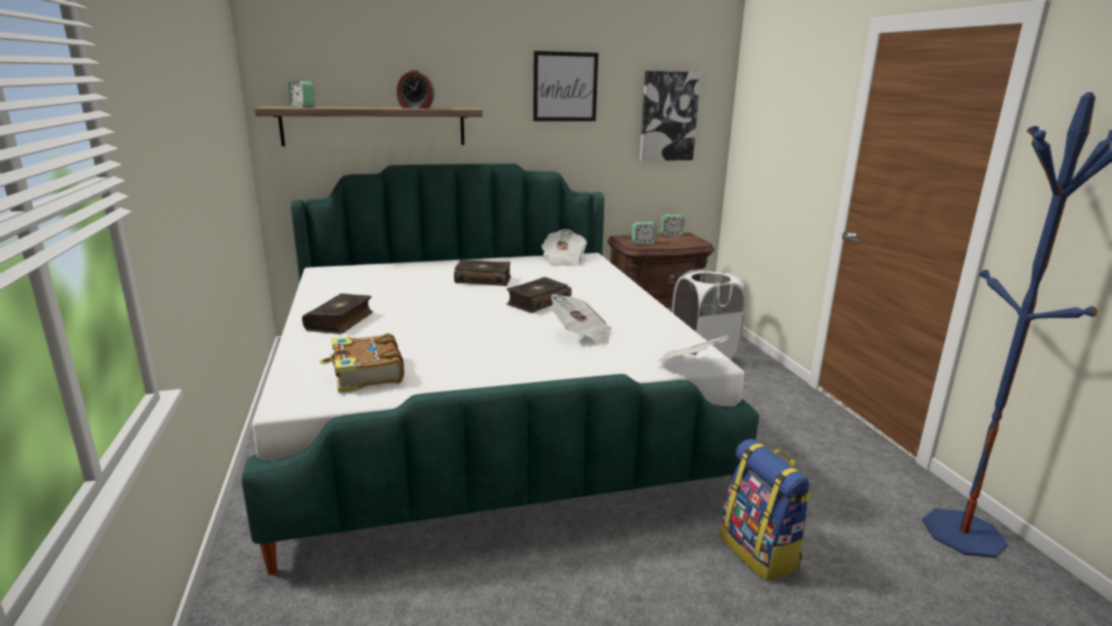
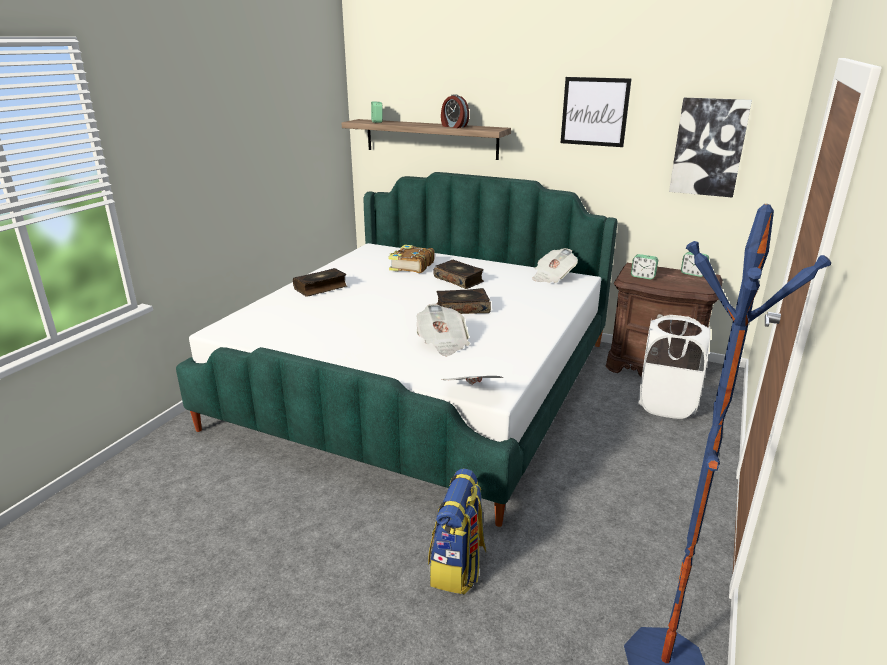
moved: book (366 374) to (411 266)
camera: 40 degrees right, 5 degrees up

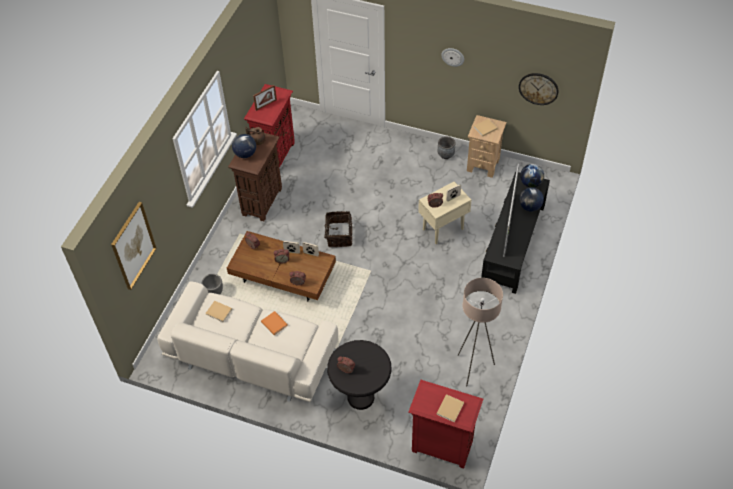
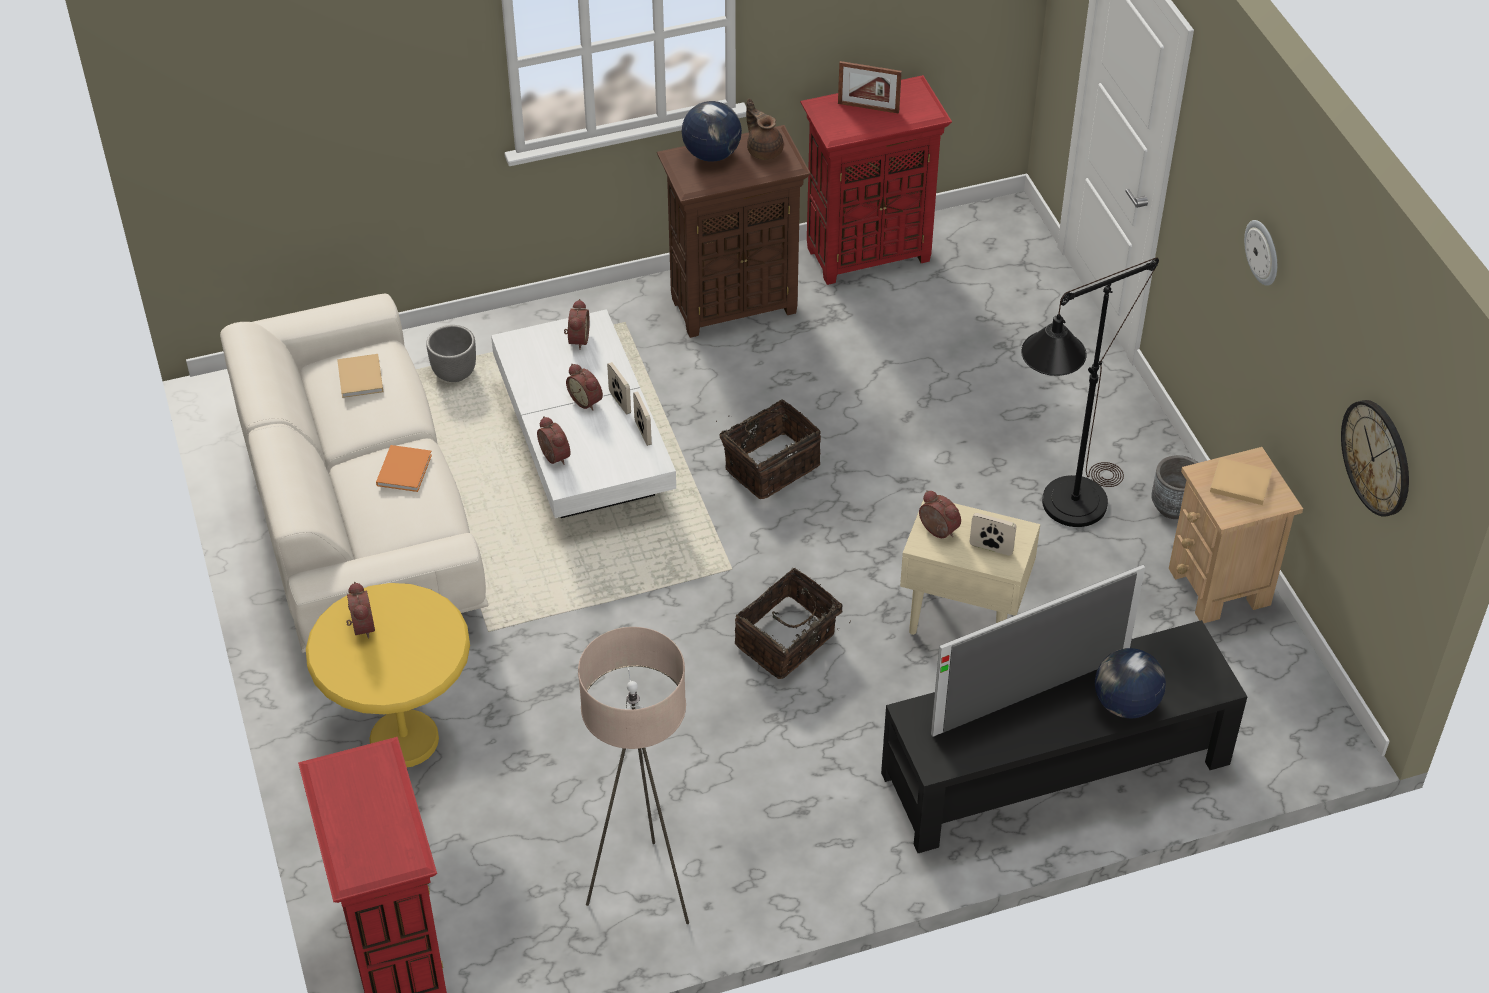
removed: picture (133 246); book in beige (450 408); globe (530 183)
added: basket (787 641); floor lamp in black (1062 513)
recoloured: coffee table in brown (283 277) to coffee table in white (583 447); side table in black (360 397) to side table in yellow (404 740)
camera: 50 degrees right, 5 degrees down

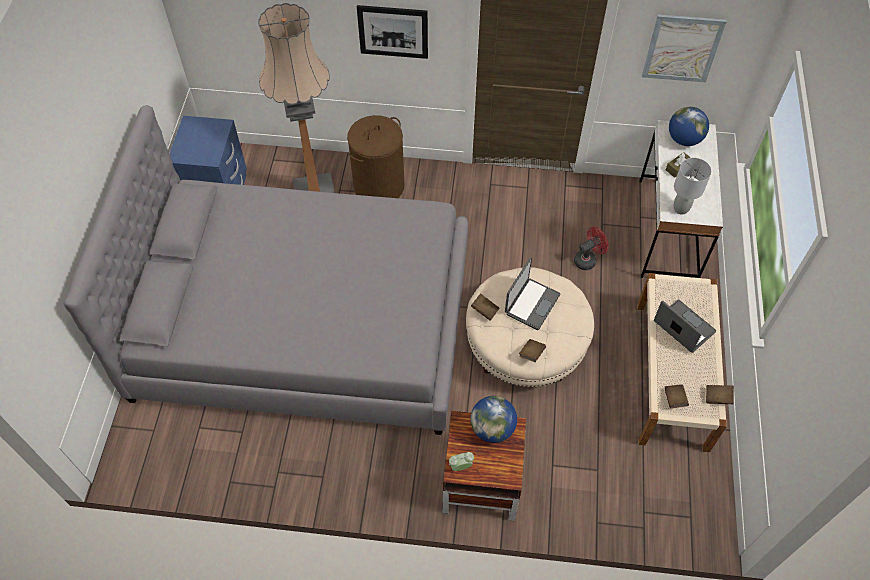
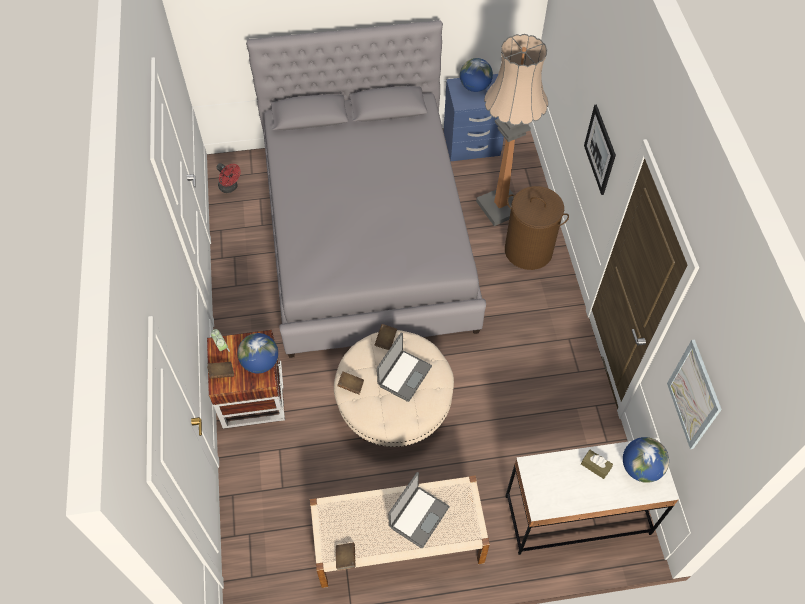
removed: table lamp in grey (680 209)
added: globe (475 87)
moved: fan in red (587 259) to (230 188); book in brown (674 399) to (221 373)
turned: laptop (531 303) = (404 375) 75 degrees counterclockwise
camera: 75 degrees right, 0 degrees up

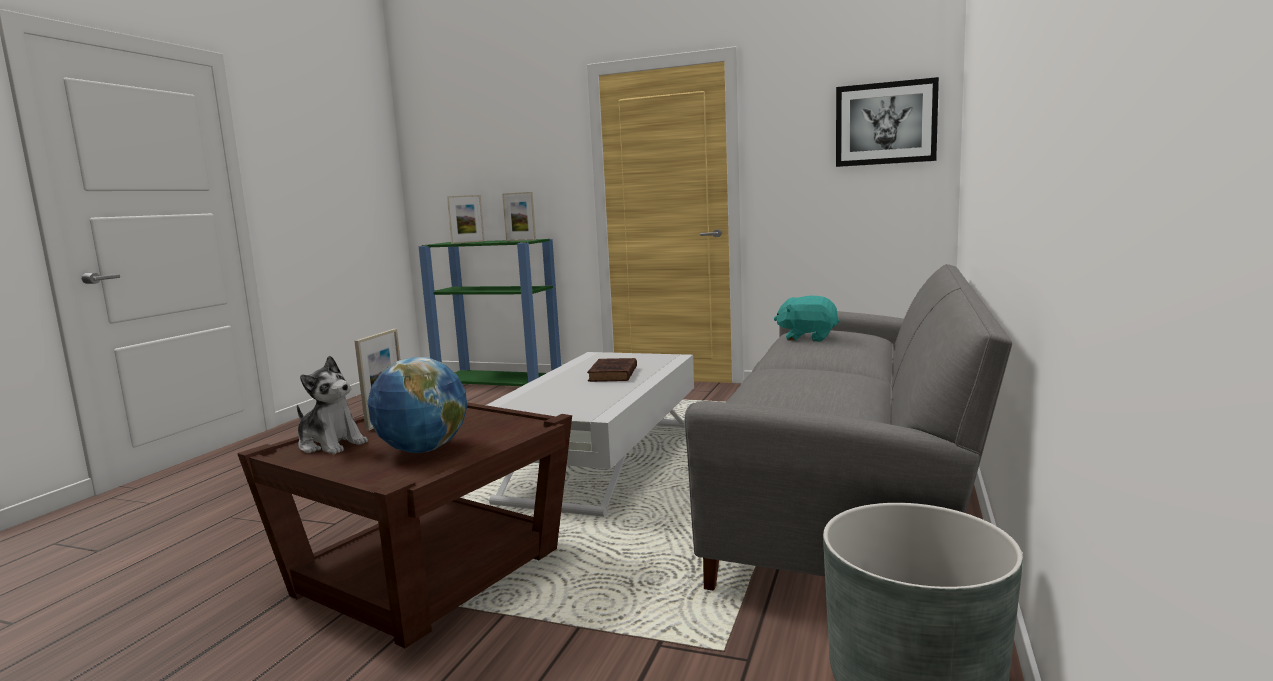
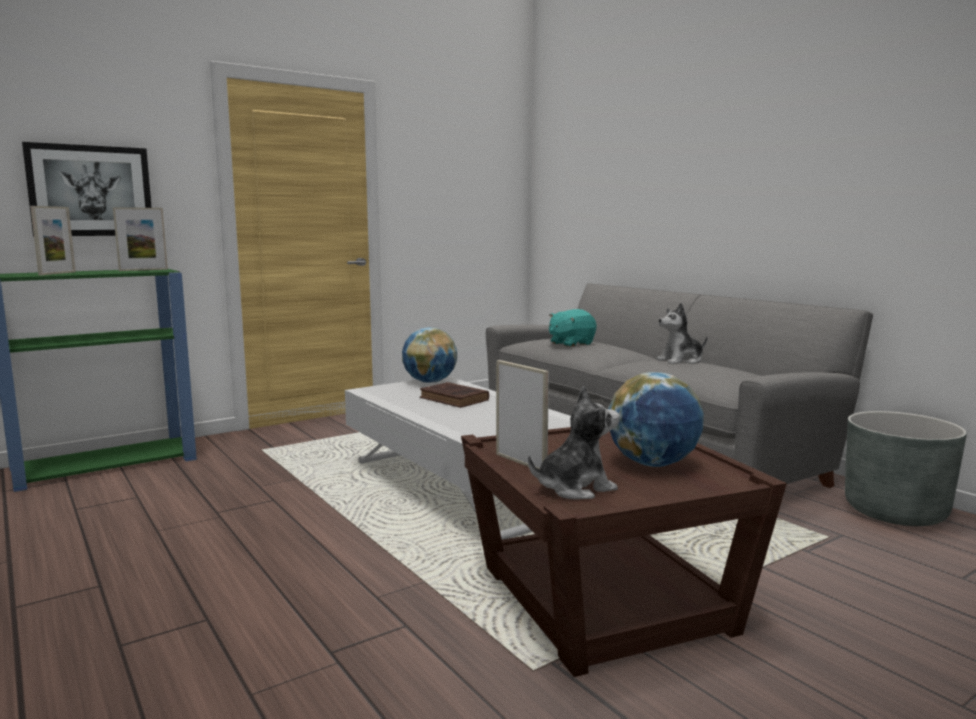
added: globe (430 382); plush toy (681 361)
moved: picture (885 123) to (90 191)
camera: 55 degrees left, 0 degrees up

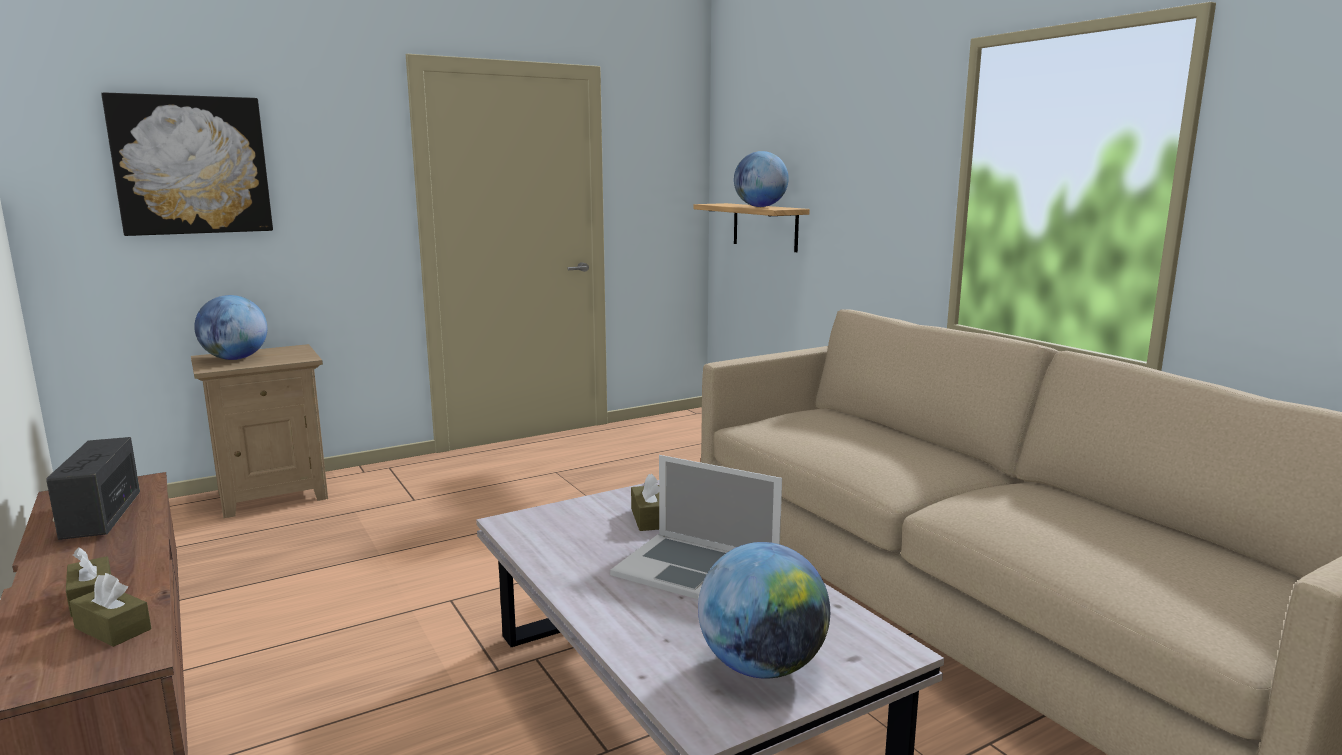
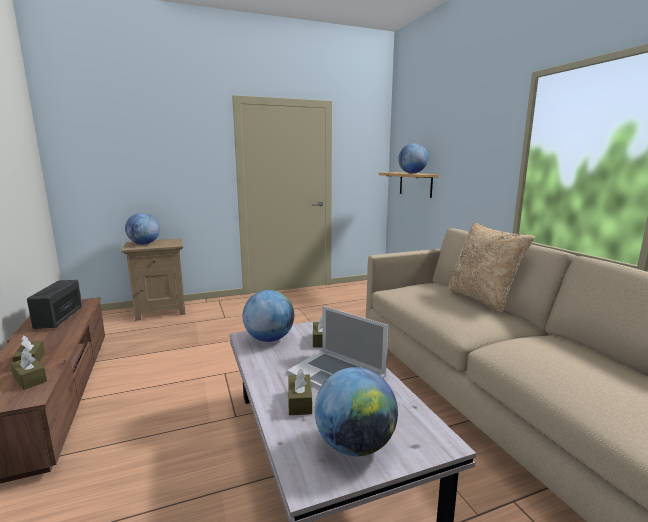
removed: picture (191 165)
added: globe (269 339); tissue box in brown (300 402); pillow in beige (481 301)
camera: 10 degrees right, 0 degrees up

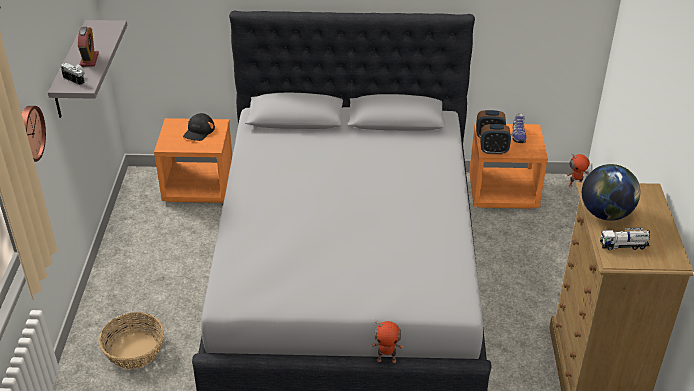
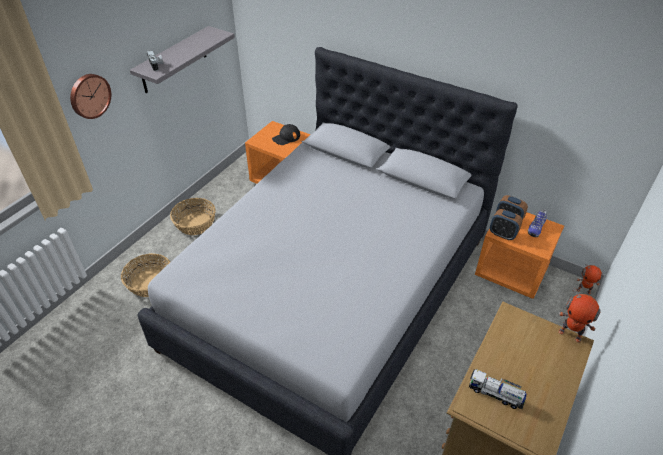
removed: alarm clock (89 59); globe (606 213)
added: basket (195 224)
moved: toy robot (386 359) to (570 334)
camera: 30 degrees right, 5 degrees up

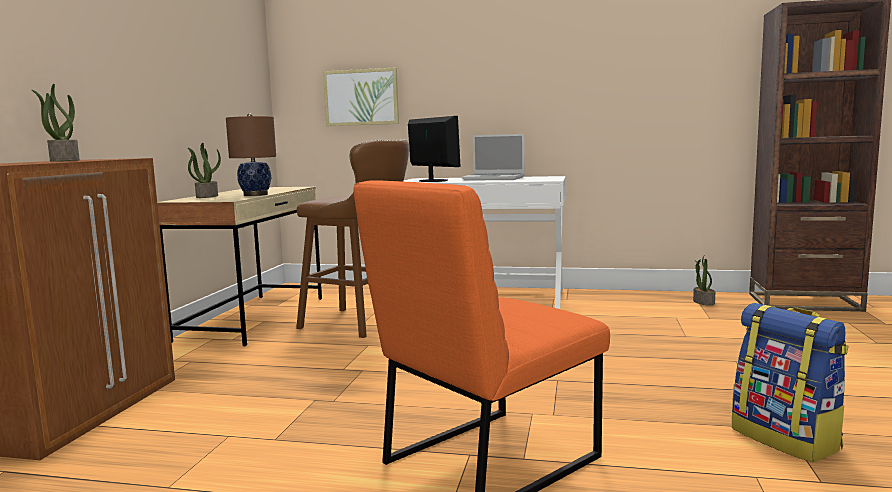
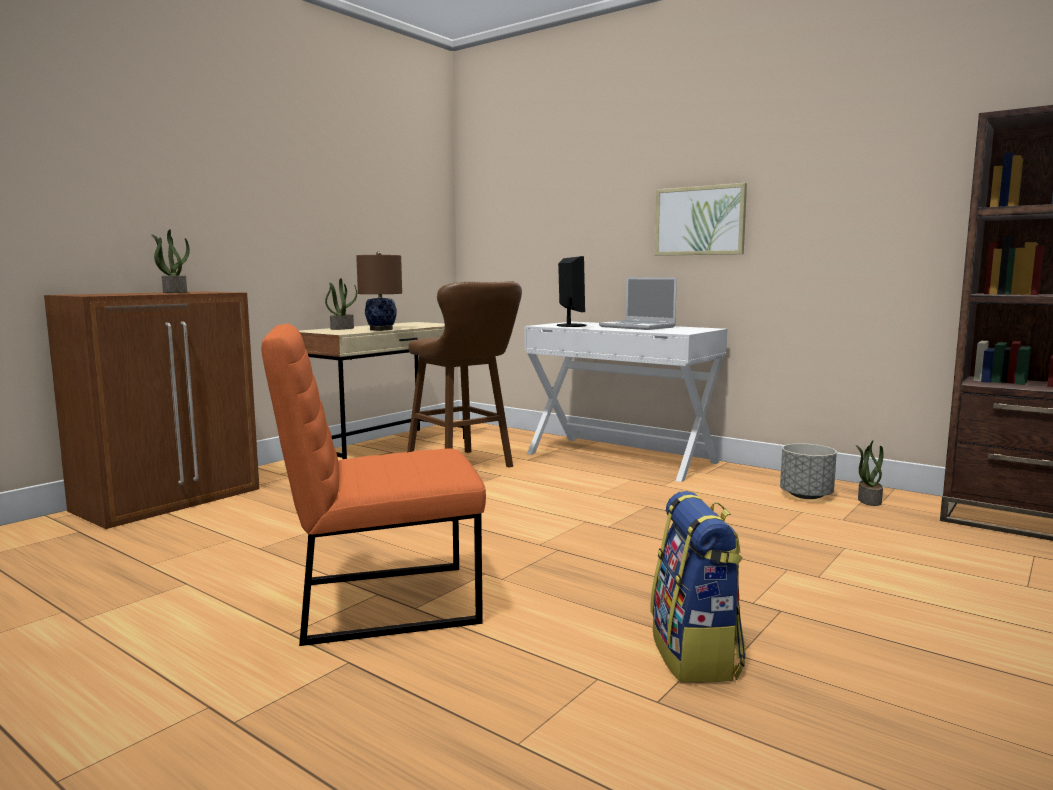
added: planter in grey (806 496)
moved: picture (361 97) to (700 221)
camera: 25 degrees right, 0 degrees up

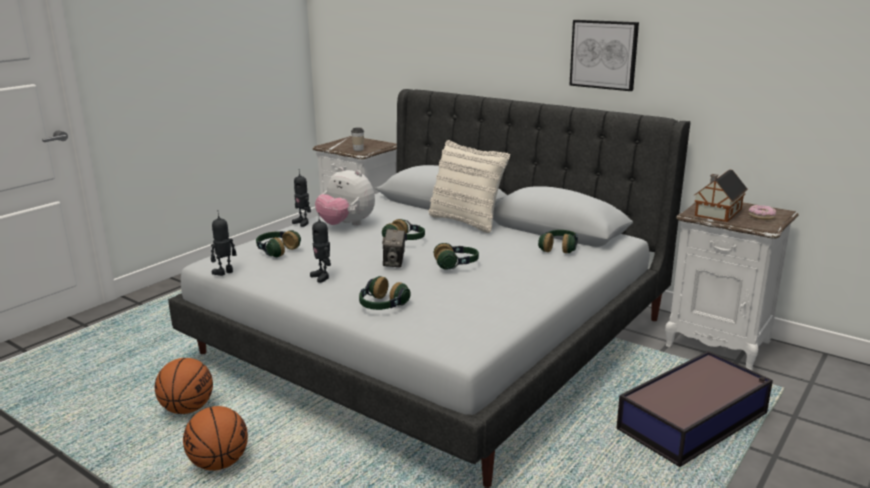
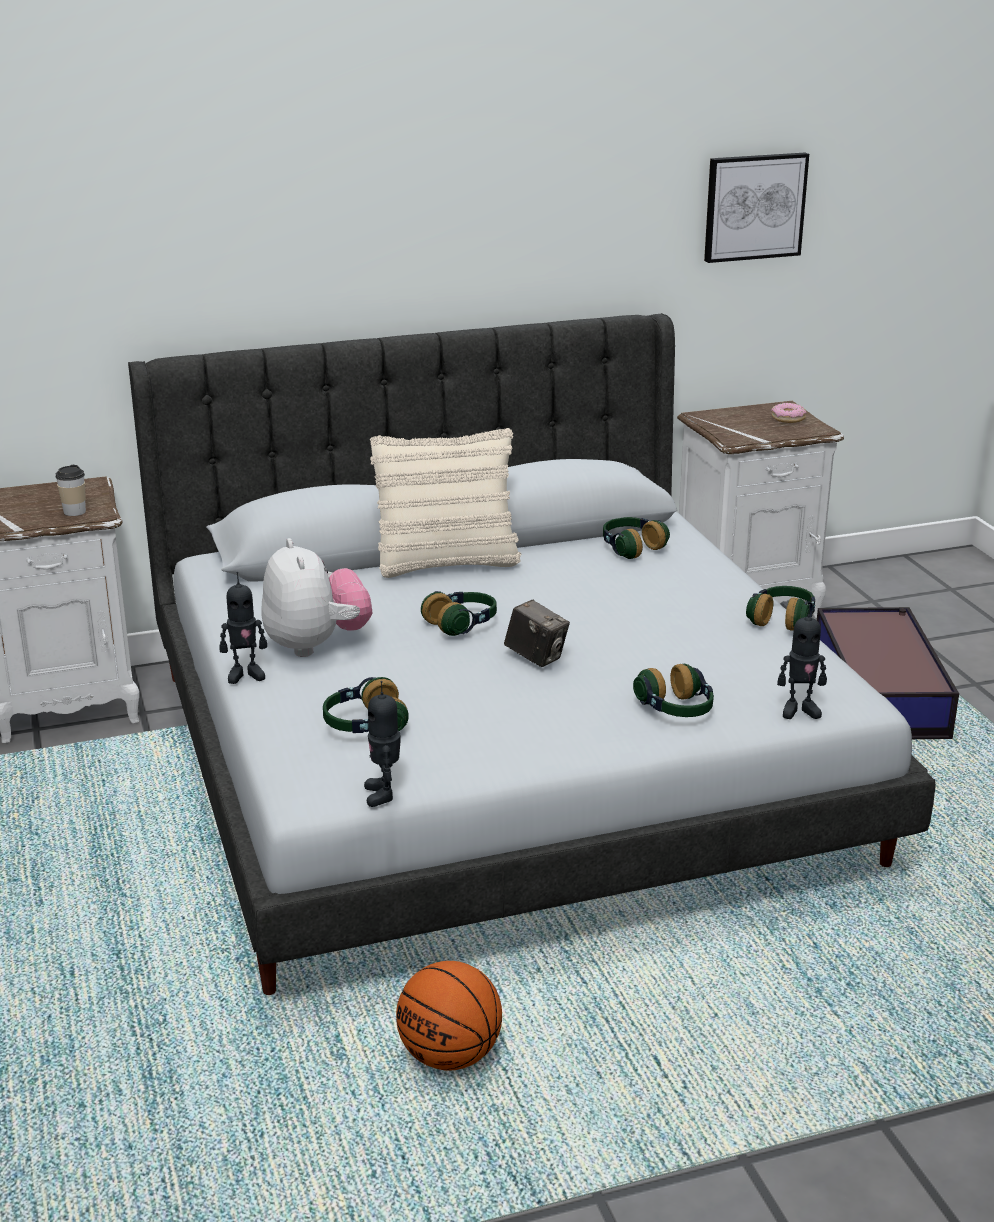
removed: basketball (219 463); toy house (717 213)
moved: toy robot (322 277) to (799 710); headphones (456 265) to (782 620); picture (604 54) to (754 206)
turned: plush toy (346 225) = (316 645) 90 degrees counterclockwise
camera: 55 degrees left, 5 degrees up

